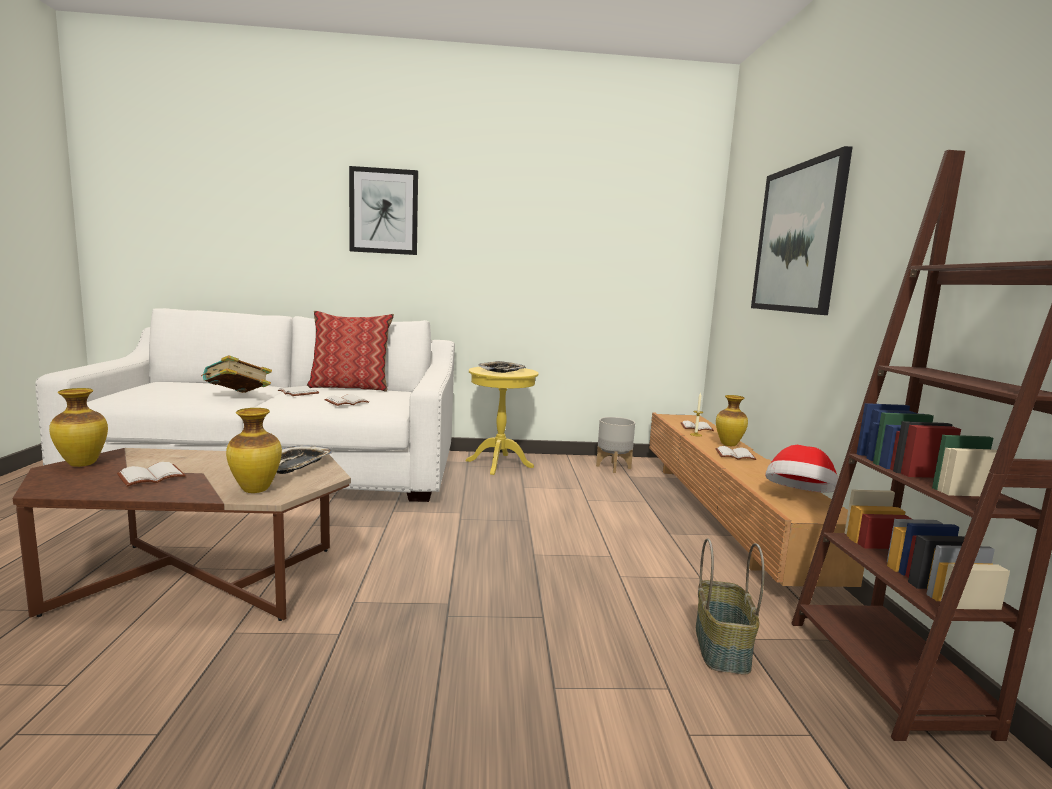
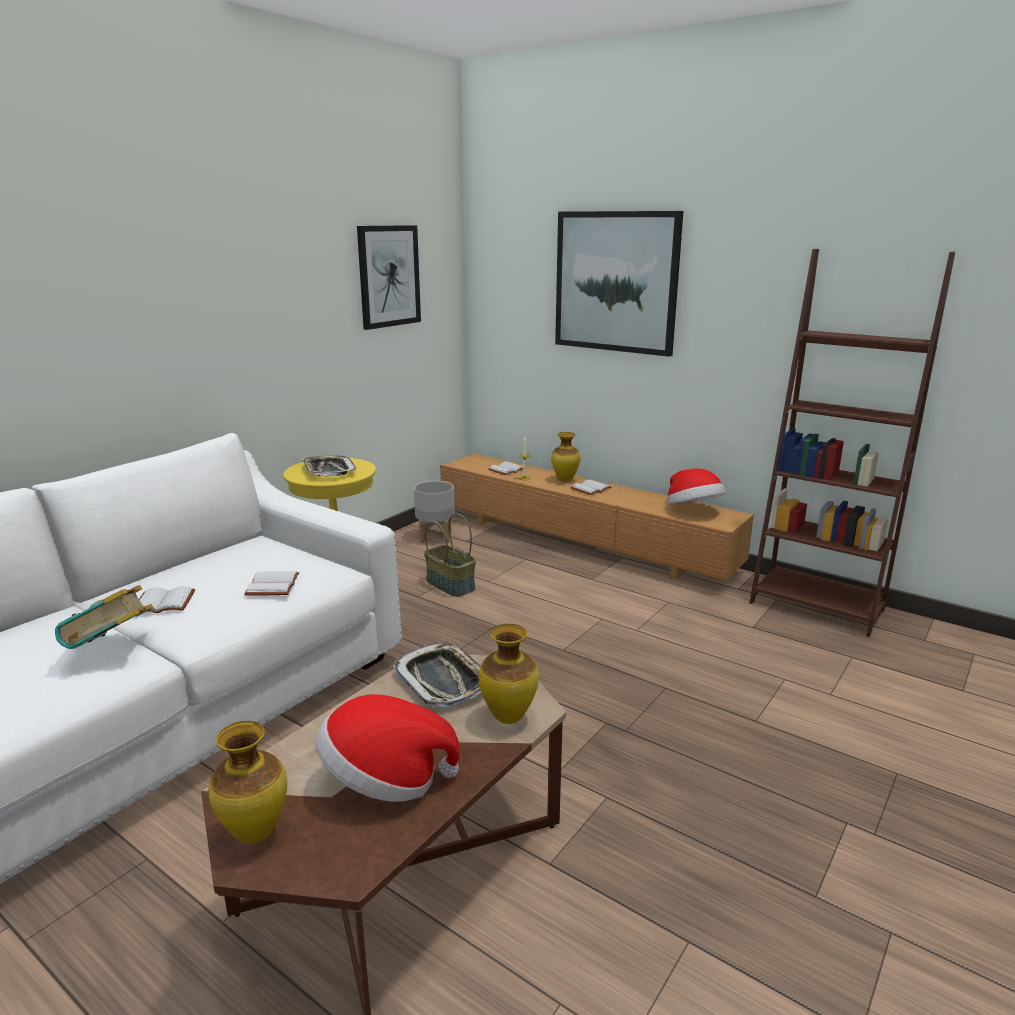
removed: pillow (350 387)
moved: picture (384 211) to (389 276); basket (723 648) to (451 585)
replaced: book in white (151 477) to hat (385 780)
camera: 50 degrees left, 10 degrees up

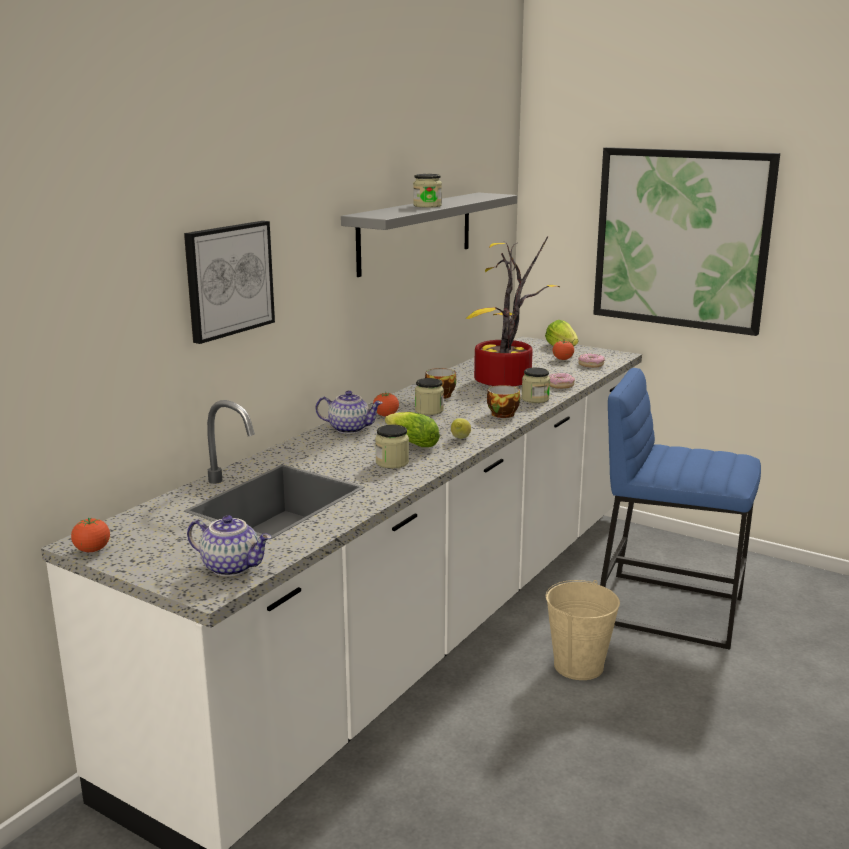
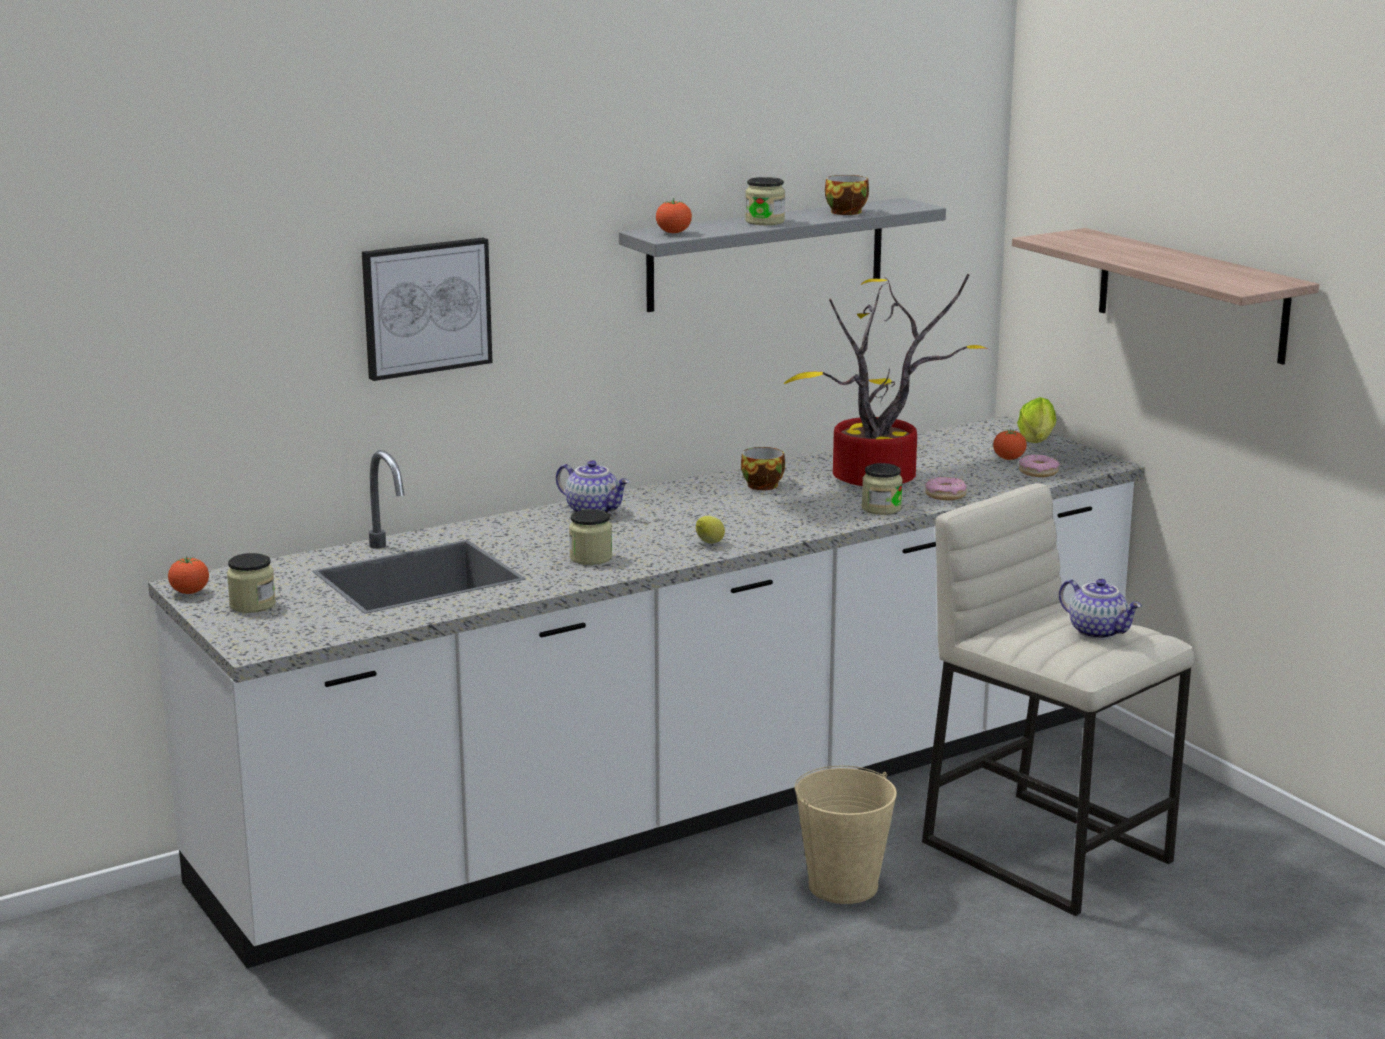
removed: lettuce (410 443)
moved: teapot (232 567) to (1098 632); tomato (386 415) to (673 233); jar (429 410) to (252 605); cup (502 413) to (846 212)
replaced: picture (681 239) to shelf (1191 295)
recoloured: stool in blue (669 609) to stool in beige (1046 851)
camera: 25 degrees right, 0 degrees up

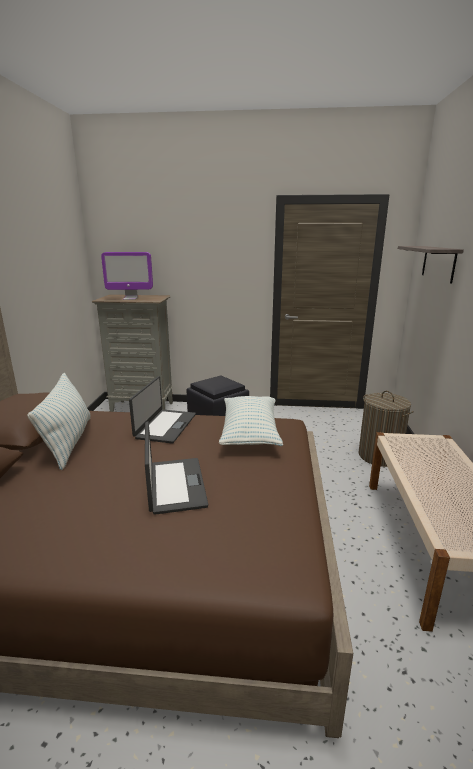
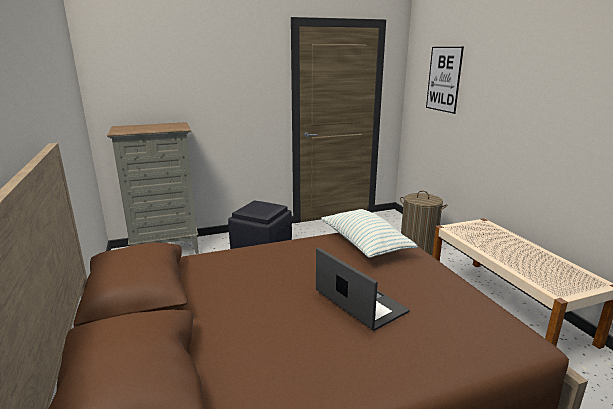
removed: pillow (69 442); monitor (130 298); laptop (165 426)
replaced: shelf (438 263) to picture (444 79)
camera: 25 degrees left, 0 degrees up

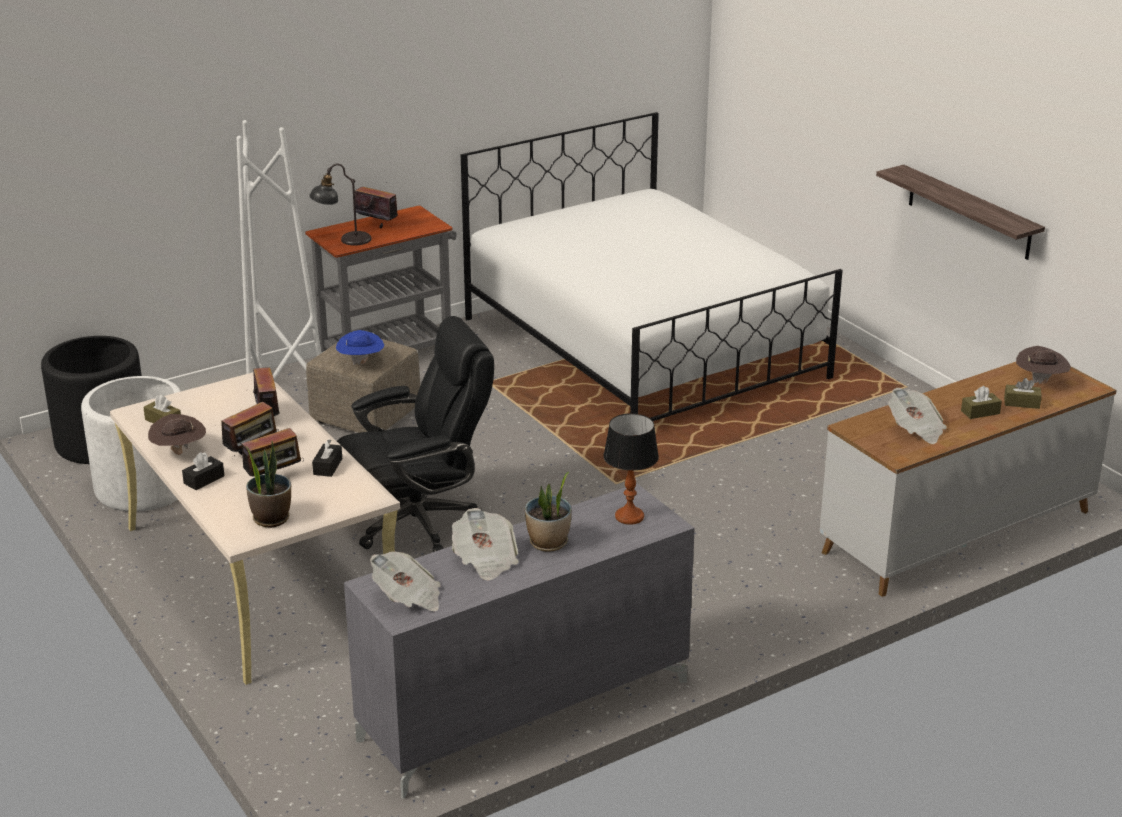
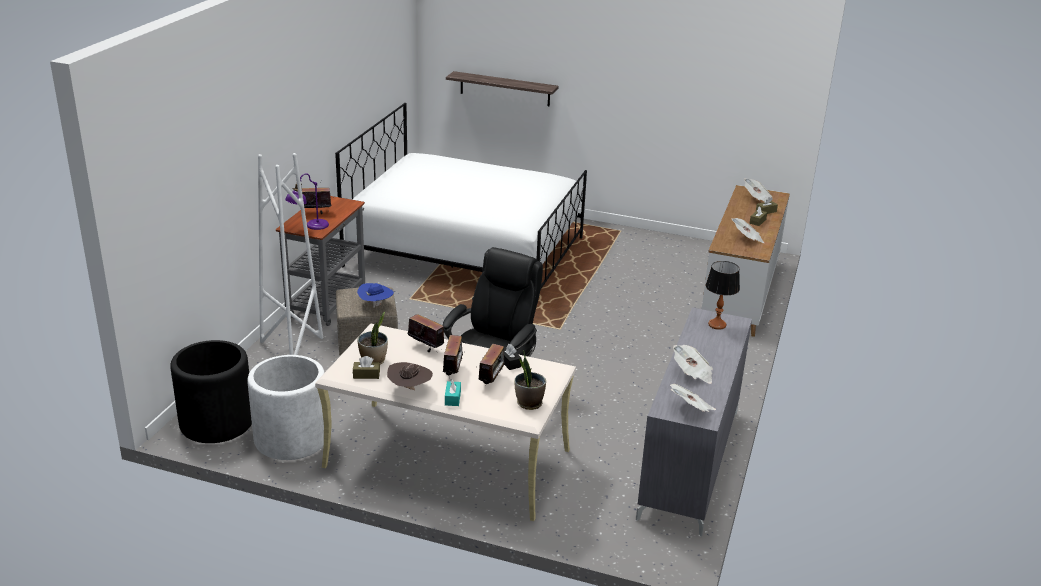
moved: potted plant (548 543) to (373 361); shelf (969 212) to (505 89)
replaced: hat in brown (1040 382) to newspaper (757 199)
recoloured: tissue box in black (204 480) to tissue box in turquoise (452 398); table lamp in grey (342 239) to table lamp in purple (309 227)
camera: 40 degrees left, 0 degrees up

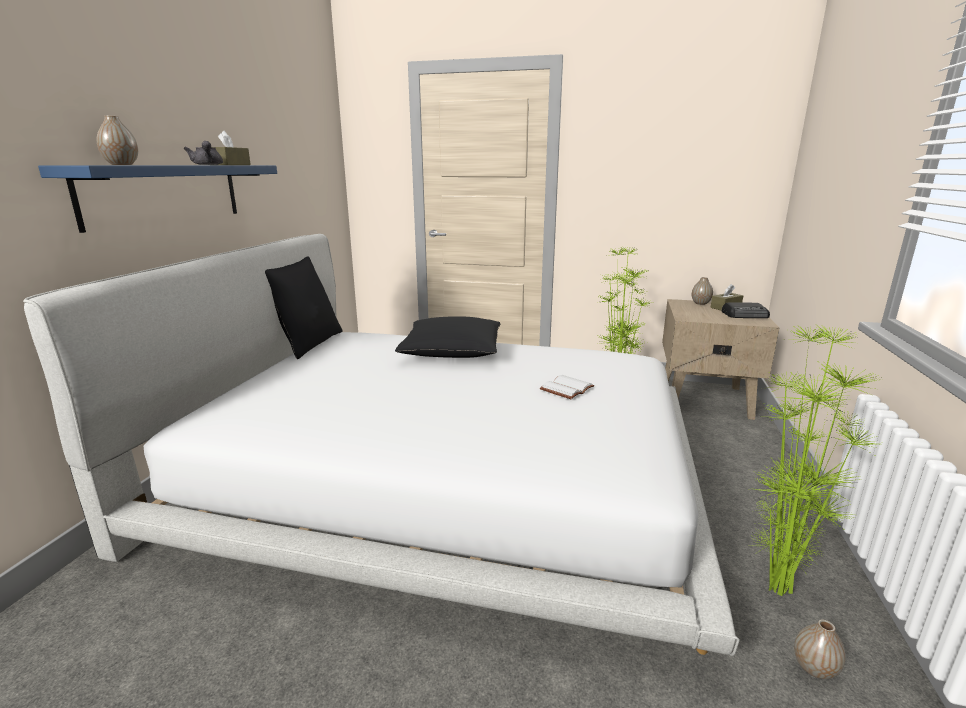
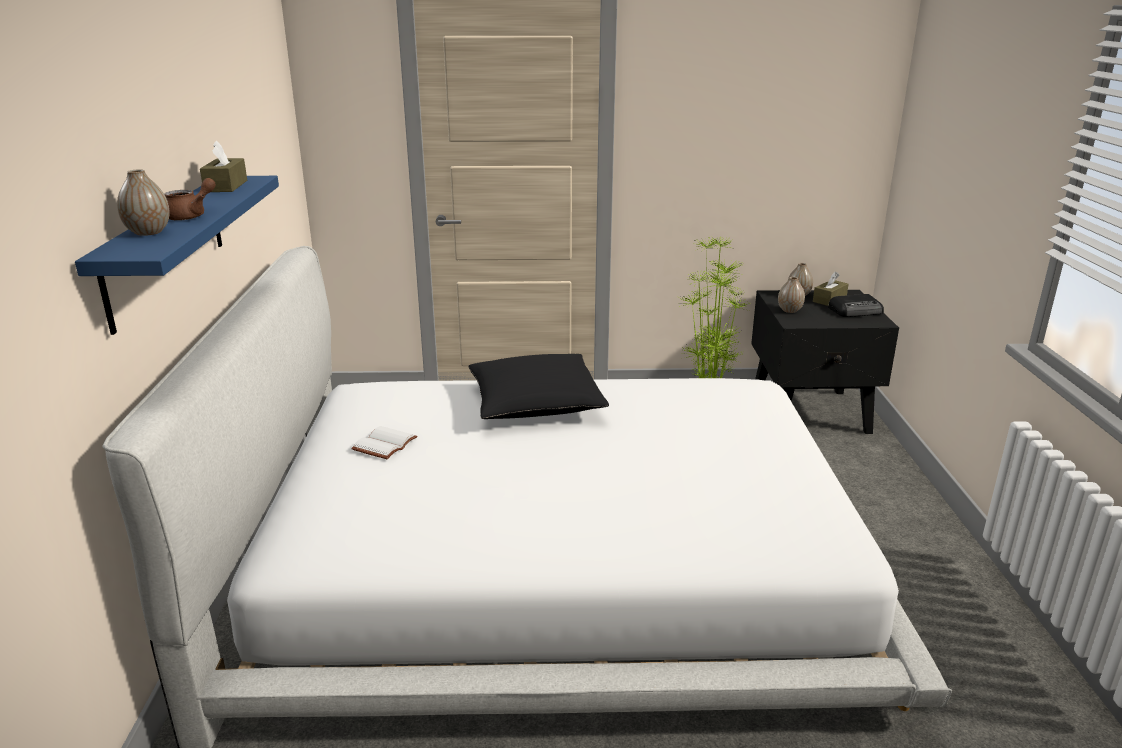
removed: teapot in grey (207 165); pillow in black (308 343); potted plant (774 588)
added: teapot in brown (190 216)
moved: book in white (567 389) to (385 445); vase (814 668) to (789 310)
recoloured: nightstand in beige (705 399) to nightstand in black (811 412)
camera: 15 degrees left, 5 degrees up

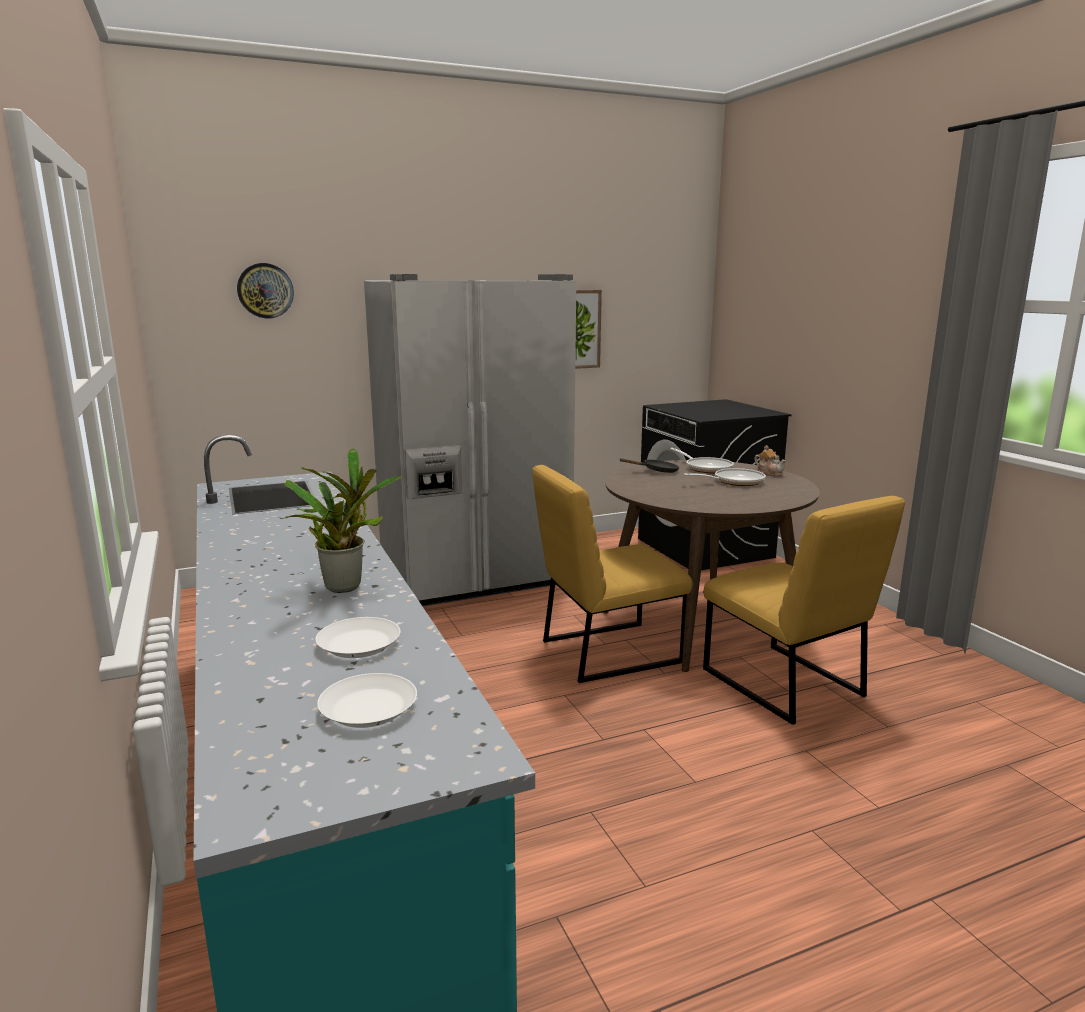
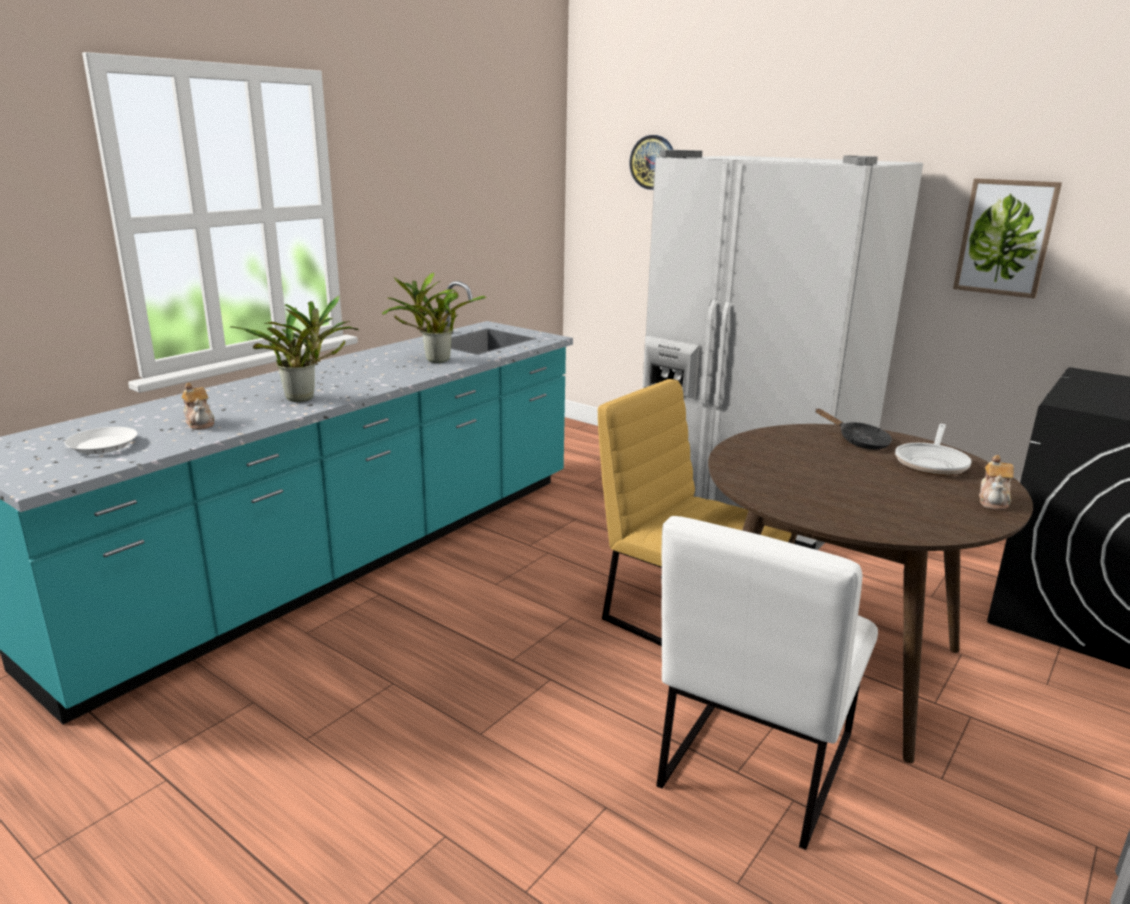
removed: frying pan (734 481)
added: potted plant (434 360)
replaced: plate in white (358 644) to teapot (200 423)
recoloured: chair in yellow (785 684) to chair in white (753 763)
camera: 60 degrees right, 5 degrees up

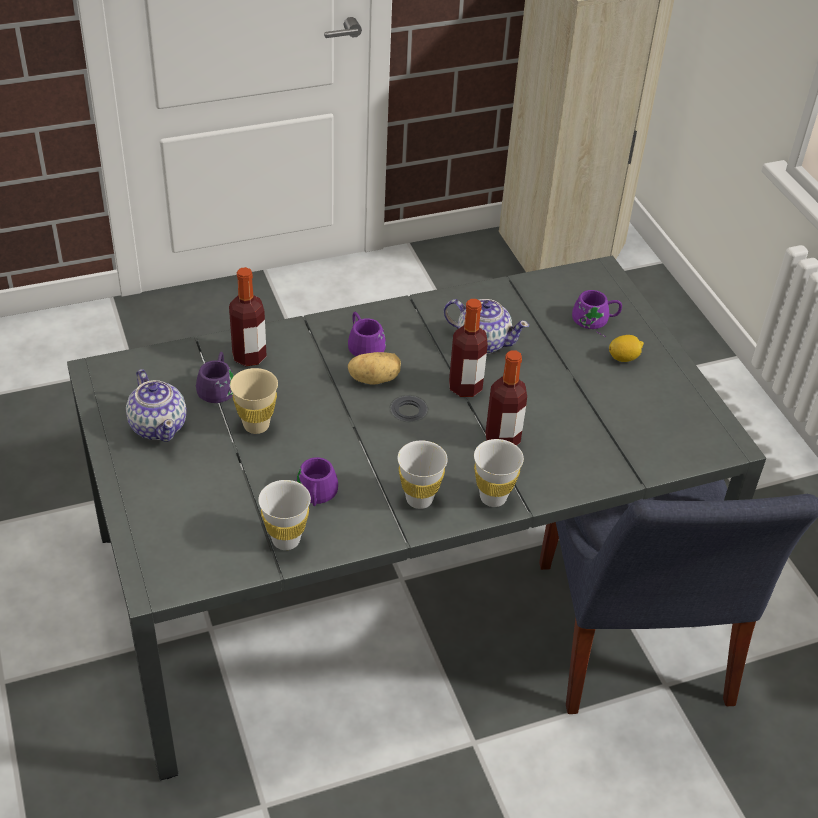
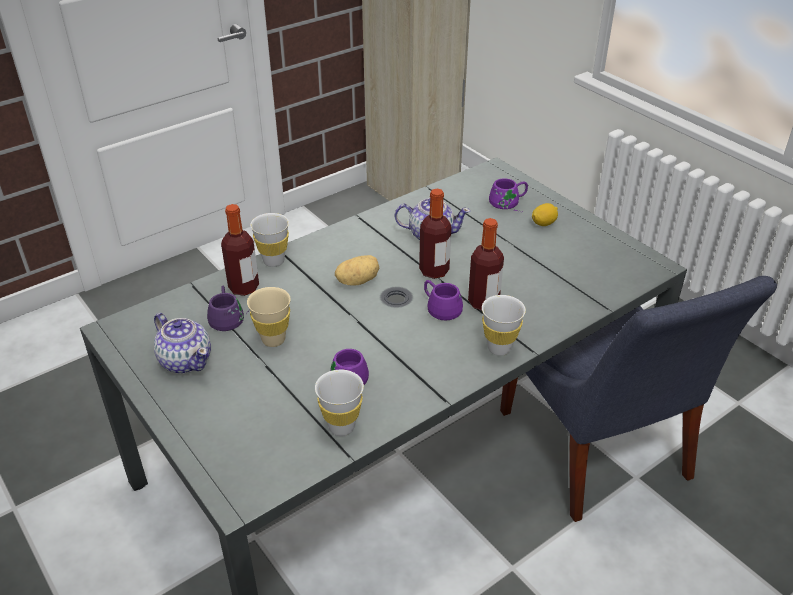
moved: mug in purple (368 343) to (443 306); cup in white (419 499) to (274 261)
camera: 15 degrees left, 5 degrees down

